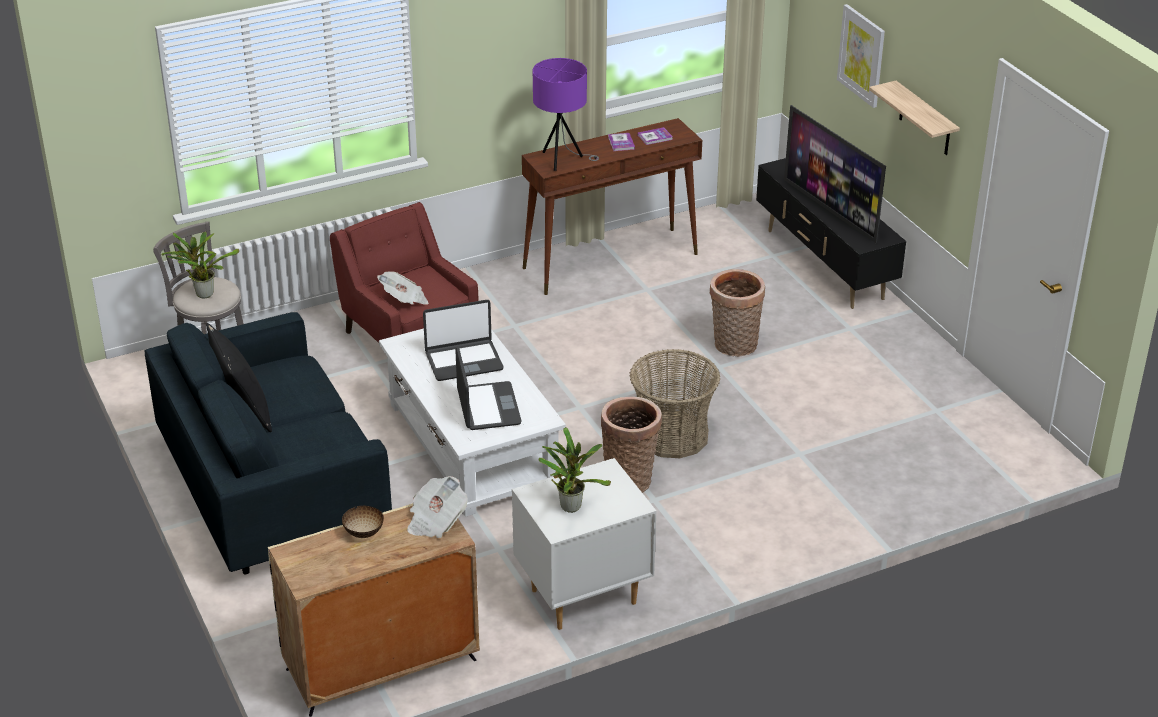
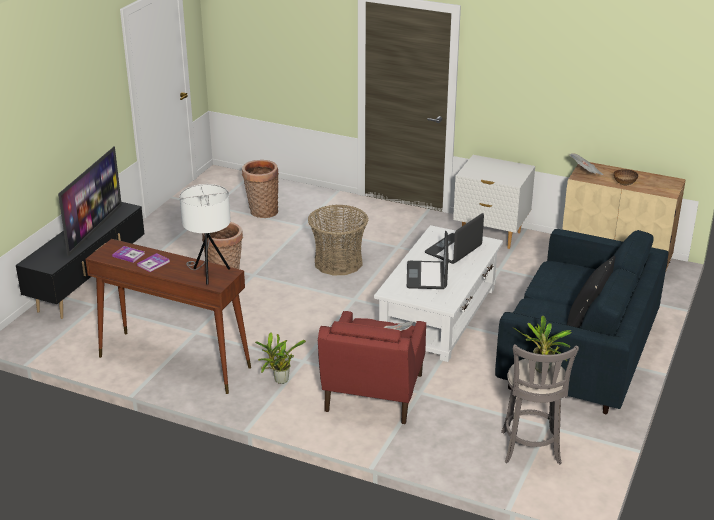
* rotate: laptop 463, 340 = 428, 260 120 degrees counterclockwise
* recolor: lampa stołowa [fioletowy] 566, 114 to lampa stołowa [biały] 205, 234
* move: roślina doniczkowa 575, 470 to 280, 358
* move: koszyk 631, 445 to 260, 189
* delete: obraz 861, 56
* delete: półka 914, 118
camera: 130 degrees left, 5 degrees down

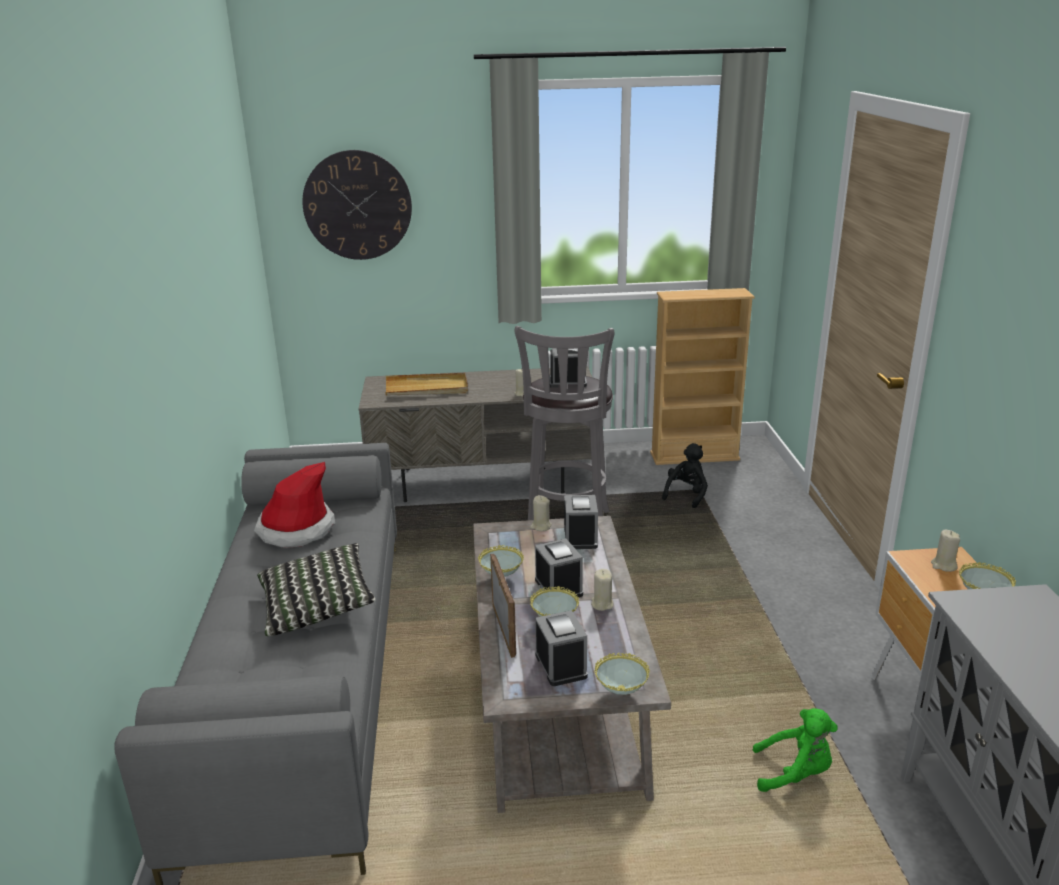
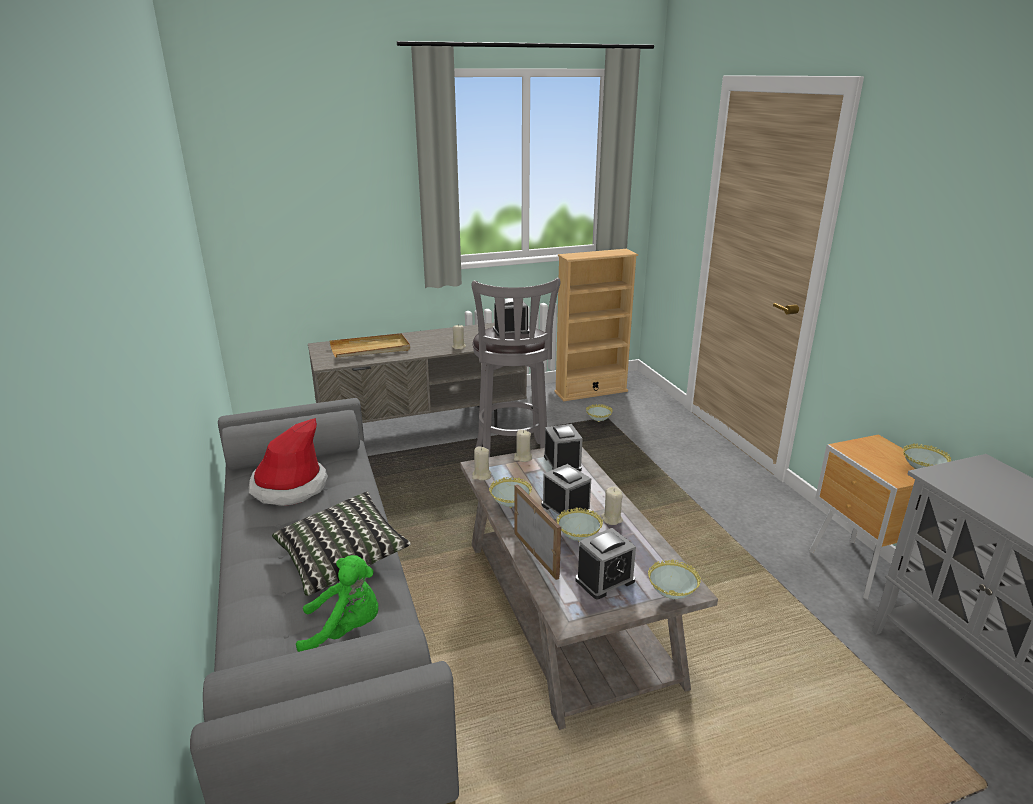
* delete: zegar ścienny 357, 205
* rotate: budzik 561, 648 = 605, 563 90 degrees clockwise
* replace: pluszak [czarny] 685, 475 to miska 599, 413
* move: pluszak [zielony] 795, 750 to 337, 603
* move: świeca [beżowy] 945, 550 to 481, 464
camera: 15 degrees left, 0 degrees up

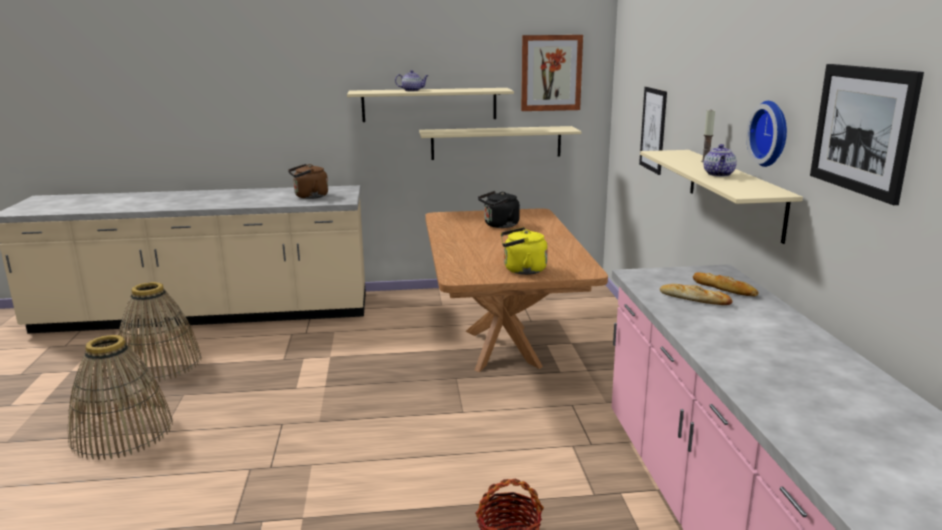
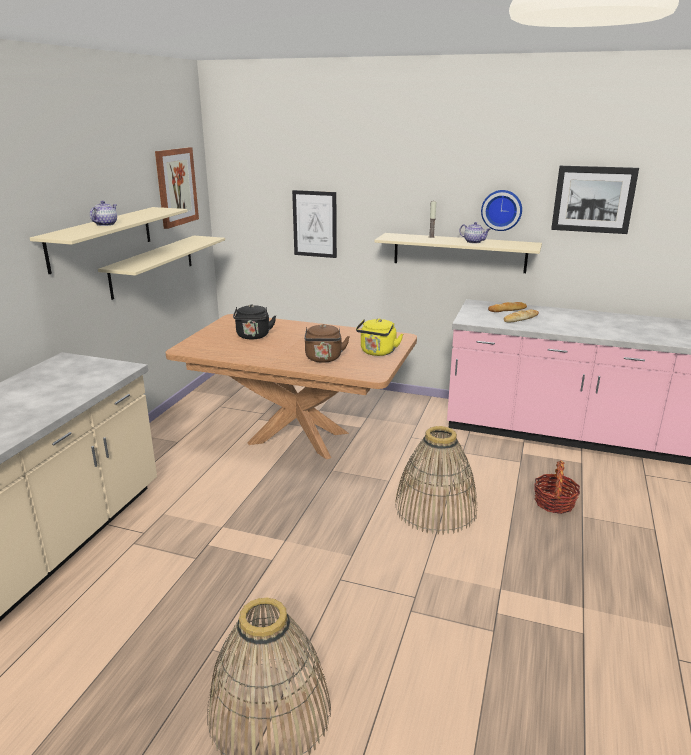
* move: koszyk 159, 332 to 436, 480
* move: czajnik [brązowy] 308, 181 to 327, 343
camera: 65 degrees left, 5 degrees up

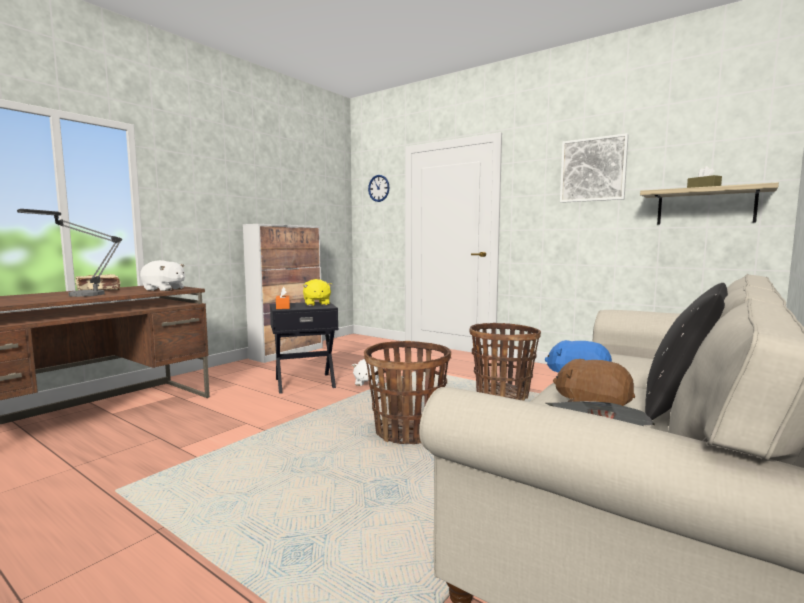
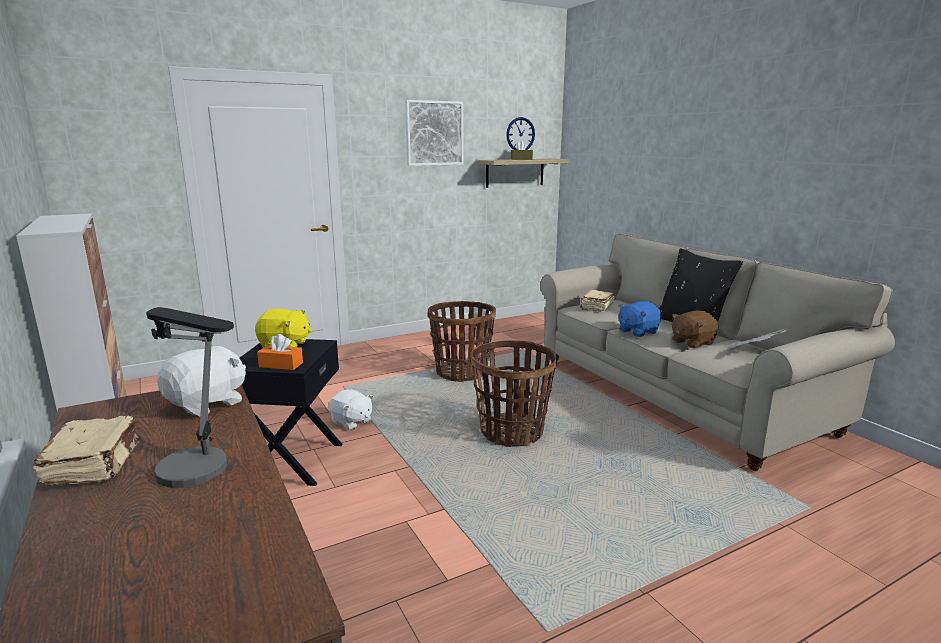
* move: zegar ścienny 379, 188 to 520, 133
* insert: książka [beżowy] 597, 301
camera: 65 degrees left, 10 degrees up

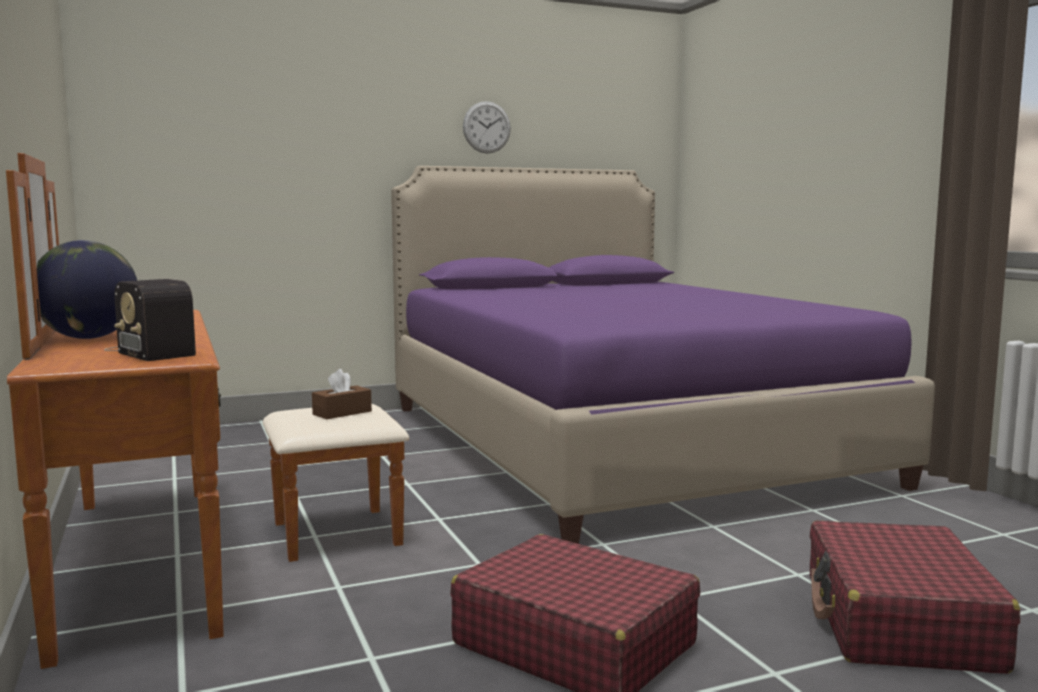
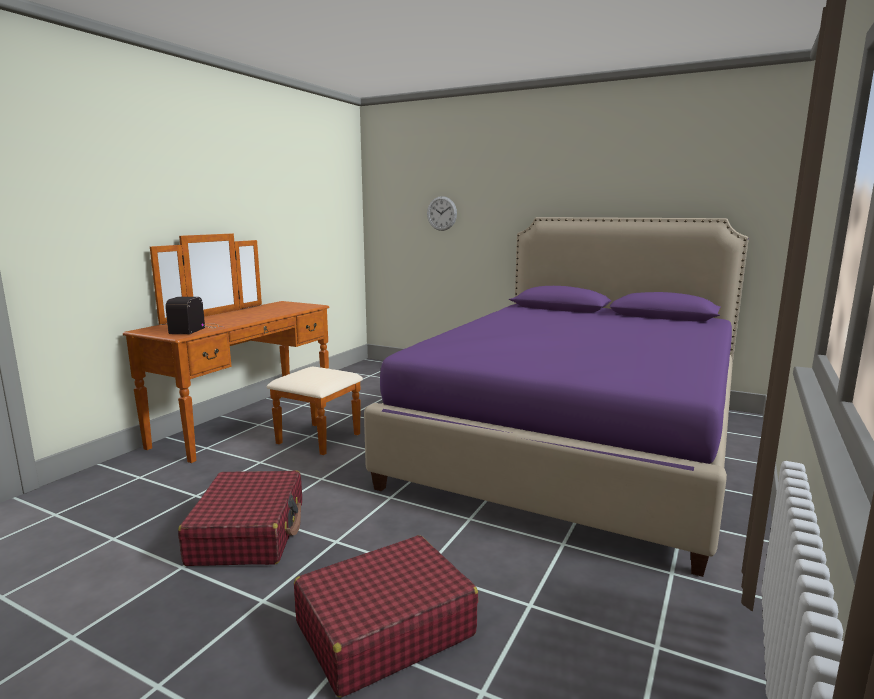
* delete: globus 87, 289
* delete: pudełko chusteczek [brązowy] 342, 394
* move: zegar ścienny 487, 127 to 442, 213
camera: 50 degrees right, 5 degrees up

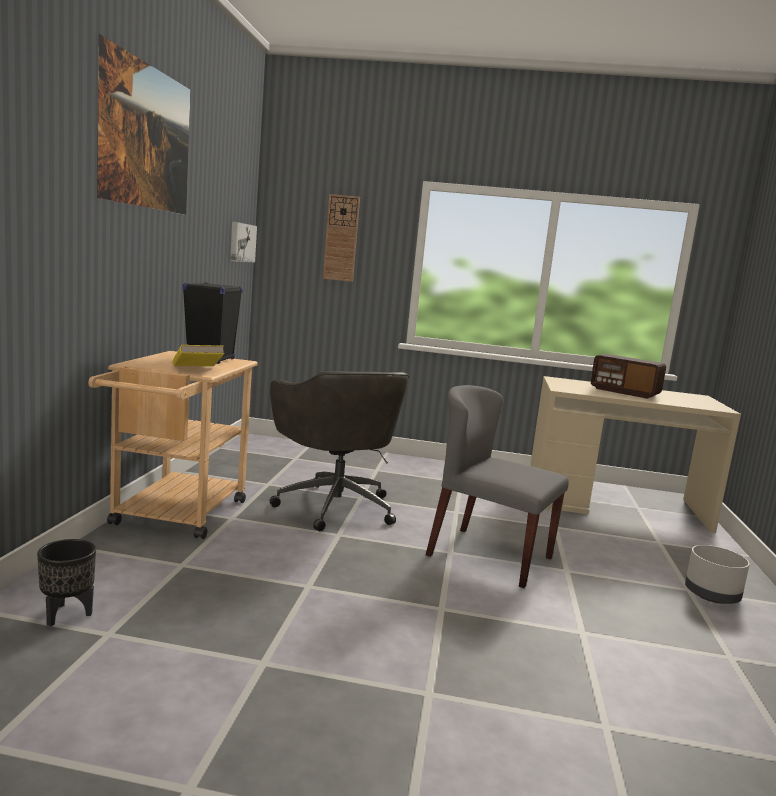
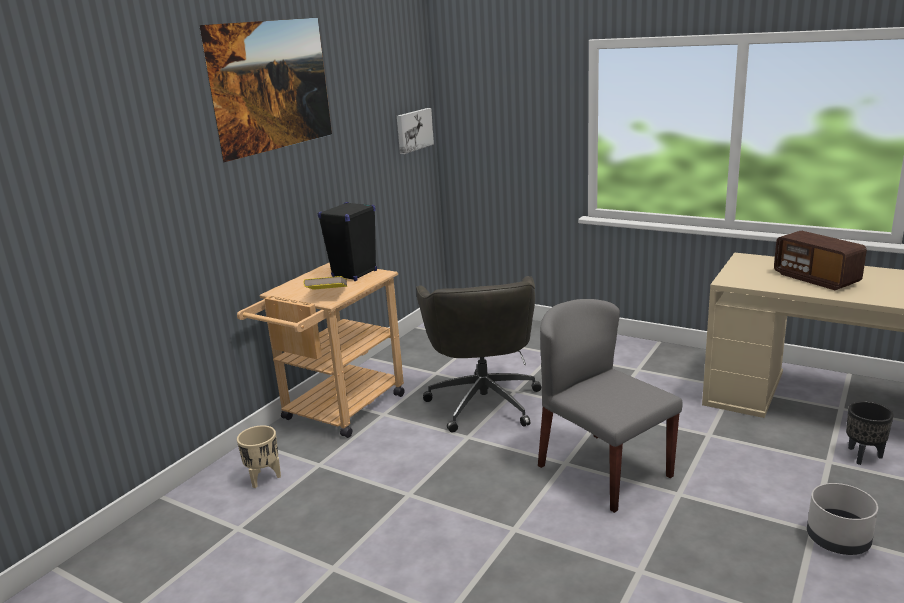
* move: donica [czarny] 66, 582 to 870, 433
* delete: zegar ścienny 341, 238
* insert: donica [beżowy] 259, 456
camera: 25 degrees right, 10 degrees up

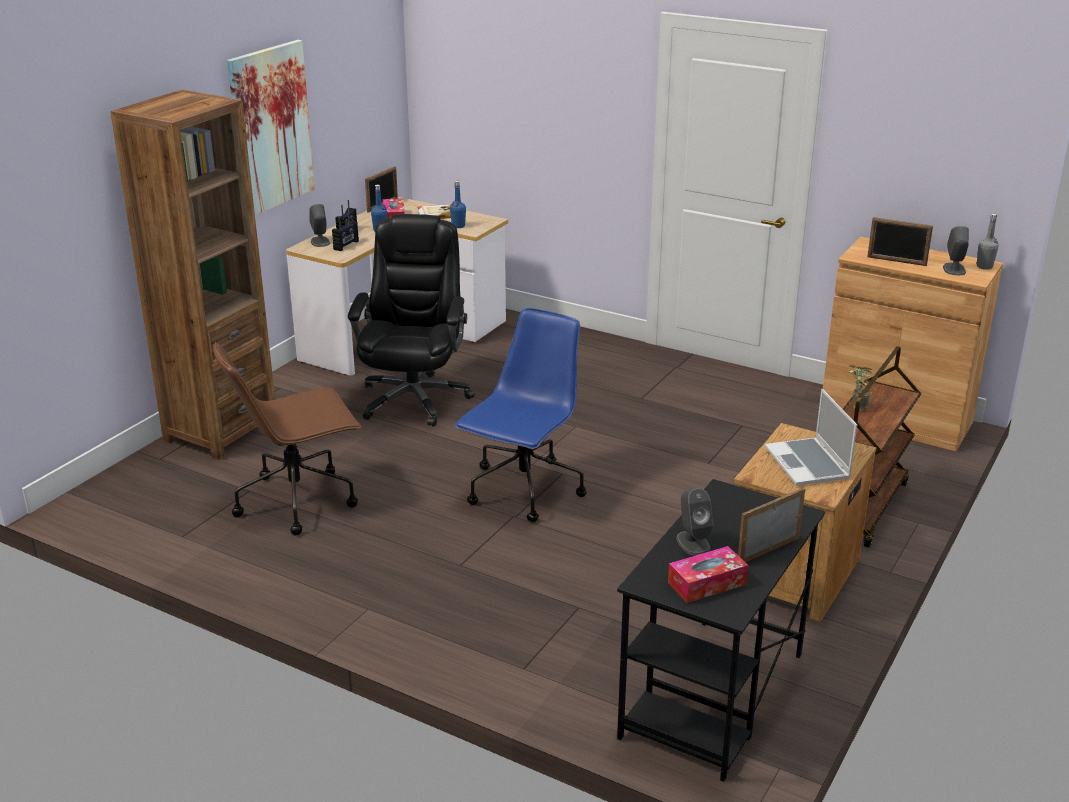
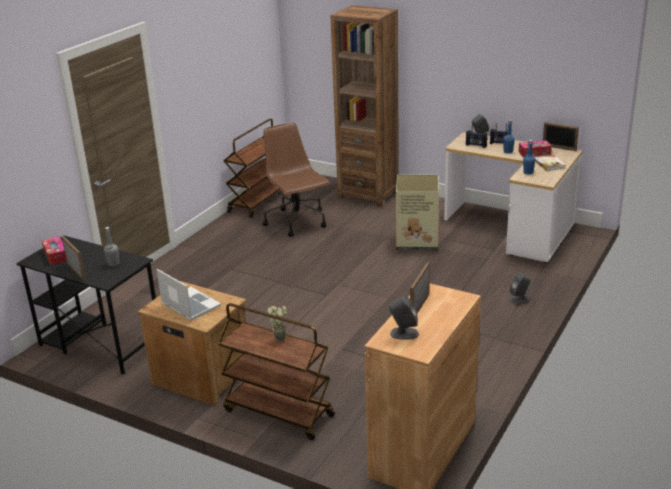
* delete: obraz 271, 127
* replace: krzesło biurowe [czarny] 411, 320 to karton 417, 213
* delete: krzesło biurowe [niebieski] 521, 415
* move: głośnik [szary] 694, 522 to 520, 288
* rotate: laptop 811, 437 = 189, 295 60 degrees clockwise
* move: butelka [szary] 987, 242 to 111, 246
* insert: wózek [brązowy] 252, 168
camera: 90 degrees right, 0 degrees up

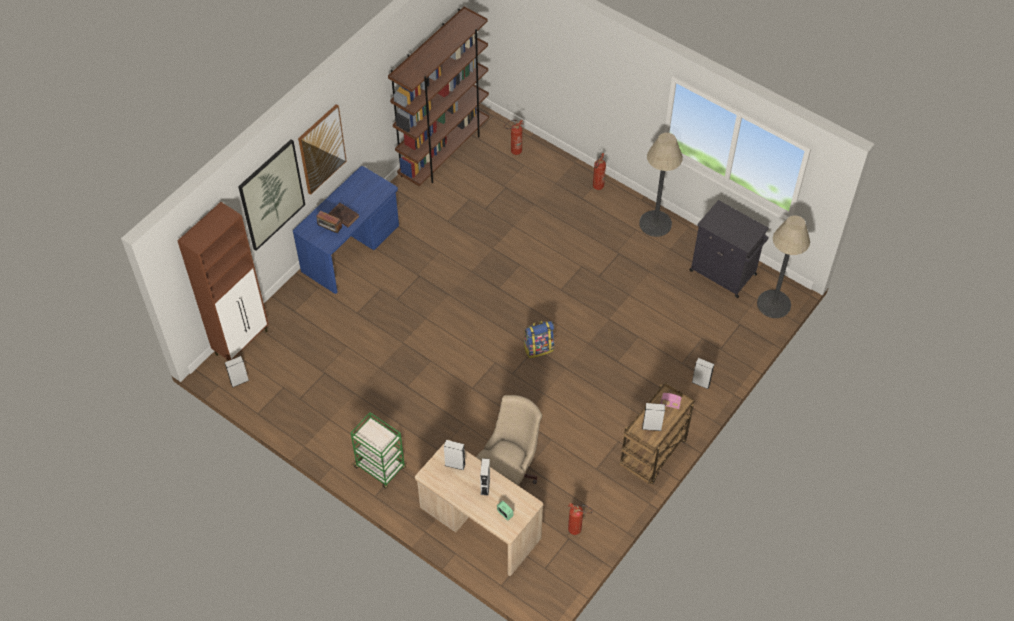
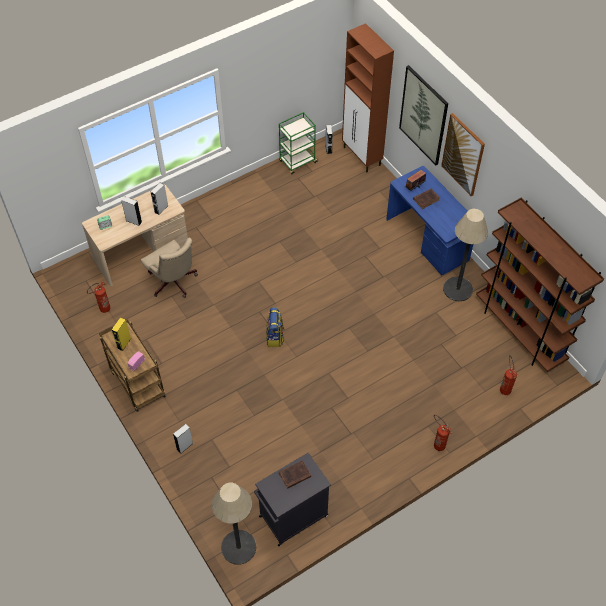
* move: wózek [zielony] 378, 450 to 298, 143
* move: lampa stojąca 661, 185 to 465, 255
* recolor: głośnik [szary] 653, 417 to głośnik [żółty] 121, 334
* insert: książka [brązowy] 295, 474
camera: 110 degrees right, 0 degrees up

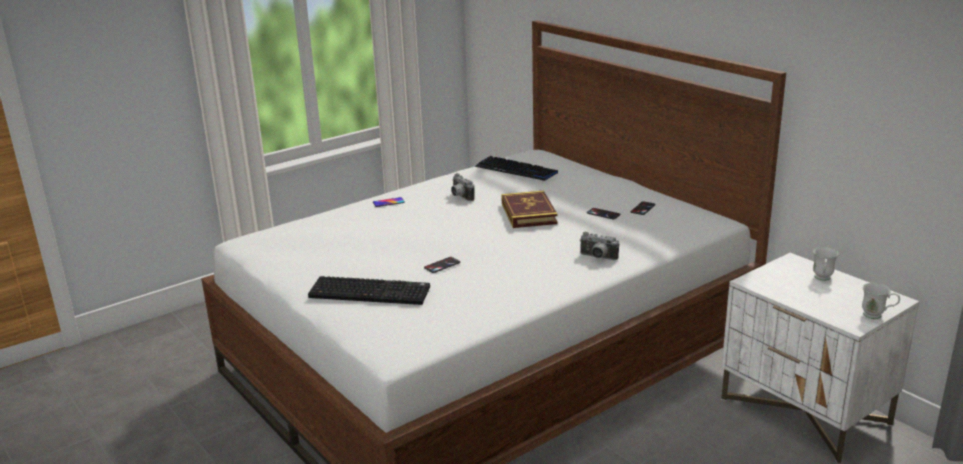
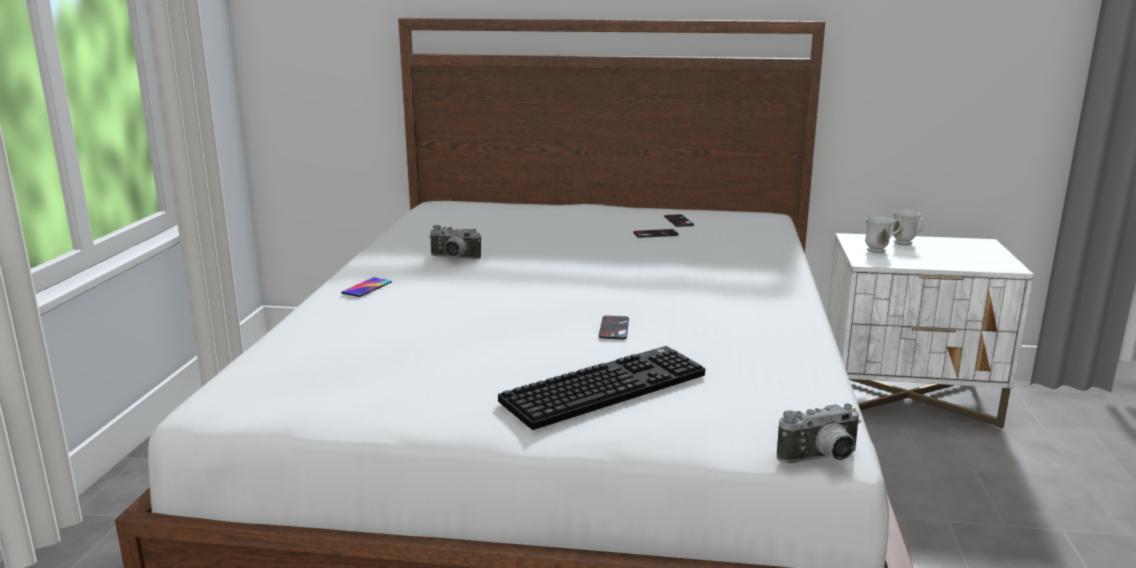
* delete: klawiatura 516, 168
* delete: książka 529, 209
* move: aparat fotograficzny 599, 246 to 819, 433
* move: kubek [biały] 881, 301 to 883, 234
camera: 45 degrees left, 5 degrees down

